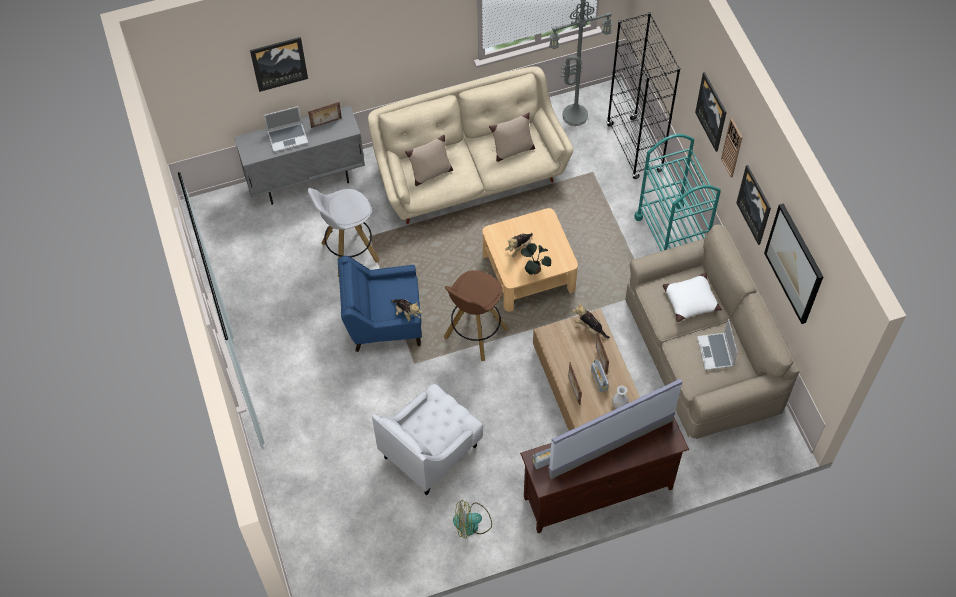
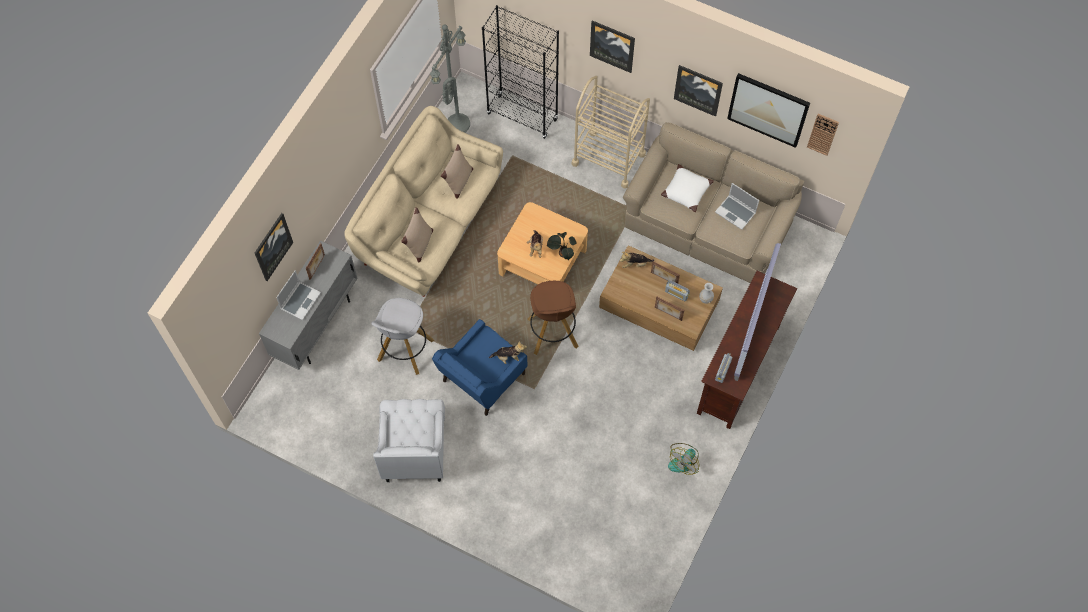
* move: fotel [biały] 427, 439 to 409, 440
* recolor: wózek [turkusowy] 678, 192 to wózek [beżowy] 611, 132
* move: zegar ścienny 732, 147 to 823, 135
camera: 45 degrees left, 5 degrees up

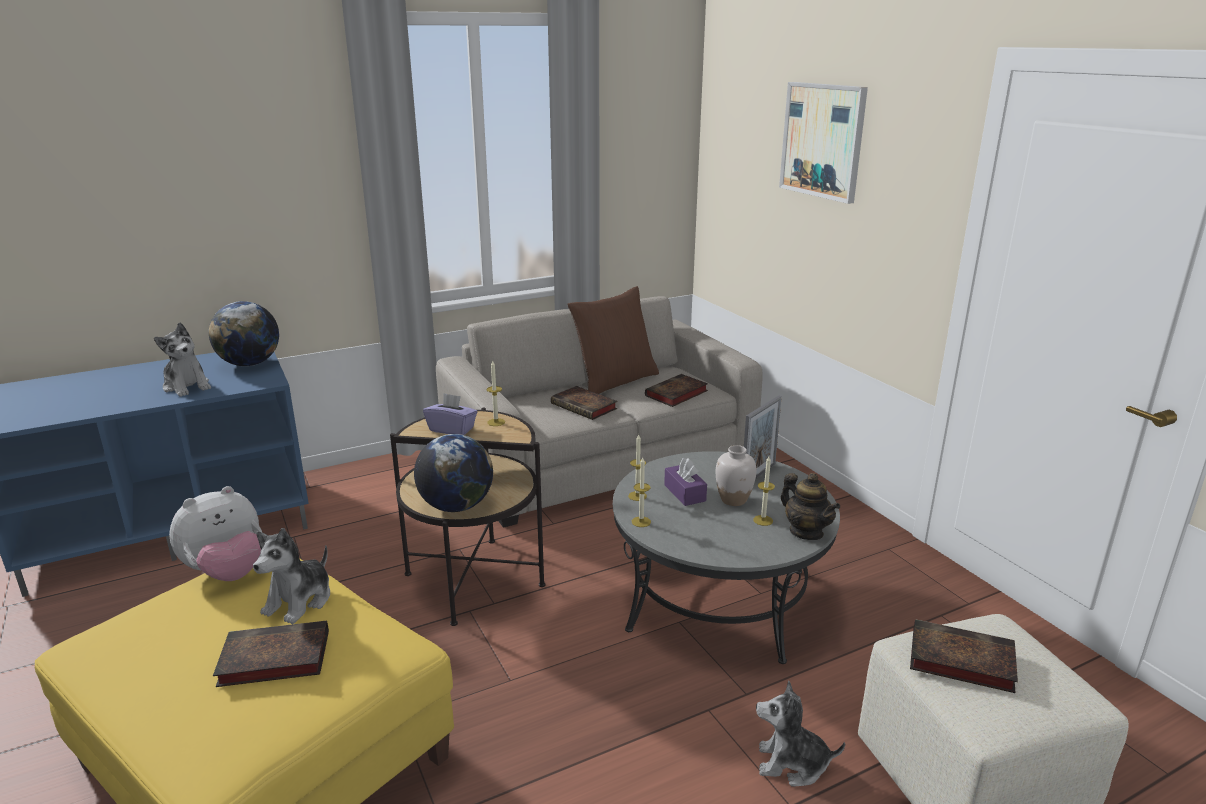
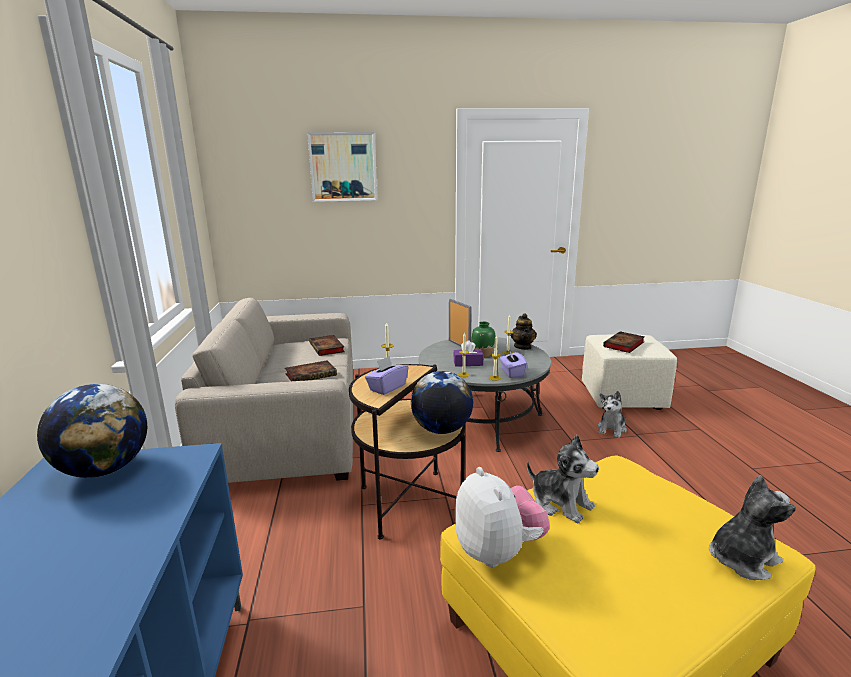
* move: pluszak 182, 360 to 752, 527
* delete: książka 271, 654
* delete: poduszka [brązowy] 613, 340
* recolor: wazon [biały] 736, 475 to wazon [zielony] 483, 339
* rotate: imbryk 810, 506 = 523, 331 105 degrees clockwise
* insert: pudełko chusteczek [fioletowy] 513, 364
camera: 70 degrees left, 5 degrees down

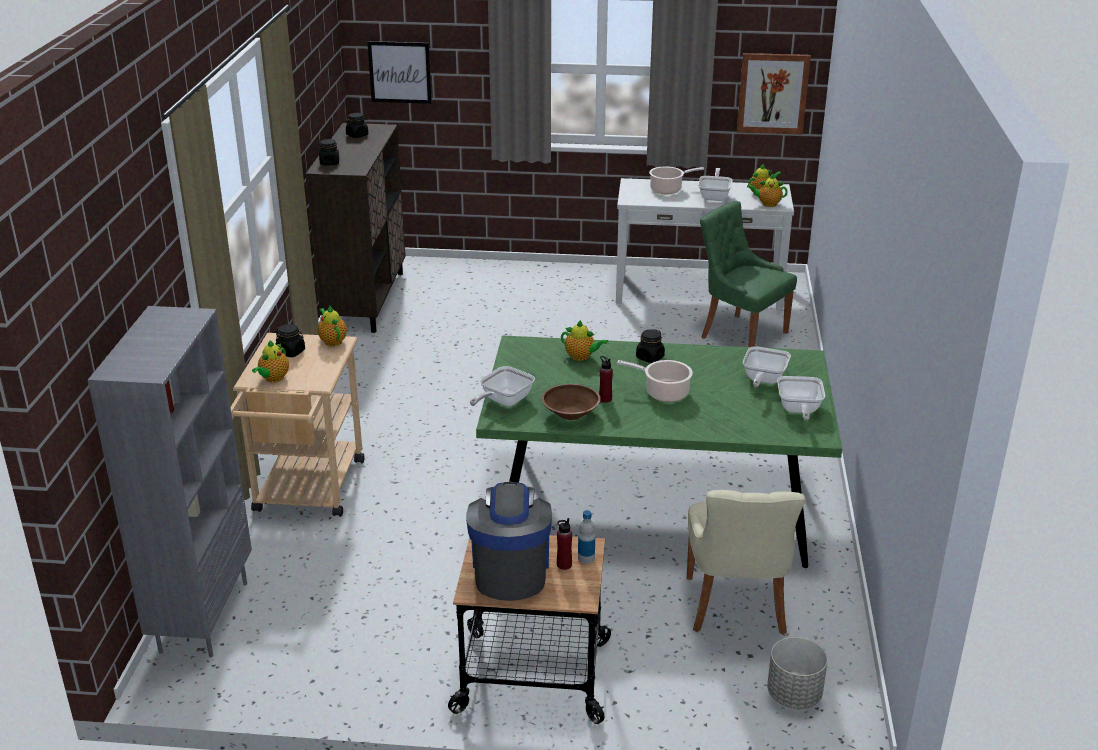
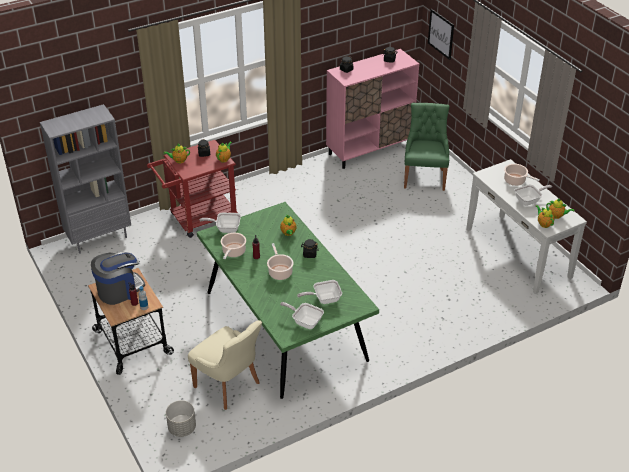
* recolor: wózek [beżowy] 298, 425 to wózek [czerwony] 192, 189
* recolor: szafka [brązowy] 356, 228 to szafka [różowy] 372, 109
* replace: miska [brązowy] 571, 402 to garnek 233, 246
* rotate: krzesło [beżowy] 746, 562 = 225, 365 105 degrees counterclockwise
* move: krzesło [zielony] 748, 274 to 427, 147
* delete: obraz 774, 94
* rotate: patelnia 801, 398 = 302, 315 60 degrees clockwise
camera: 55 degrees right, 10 degrees up

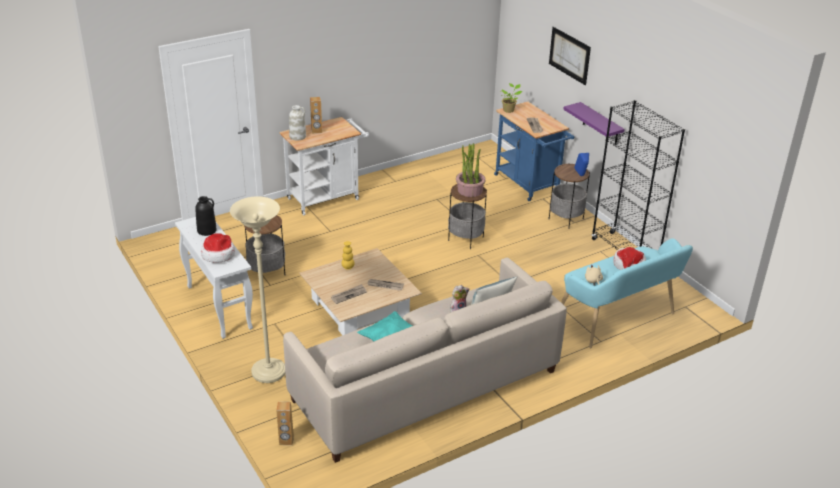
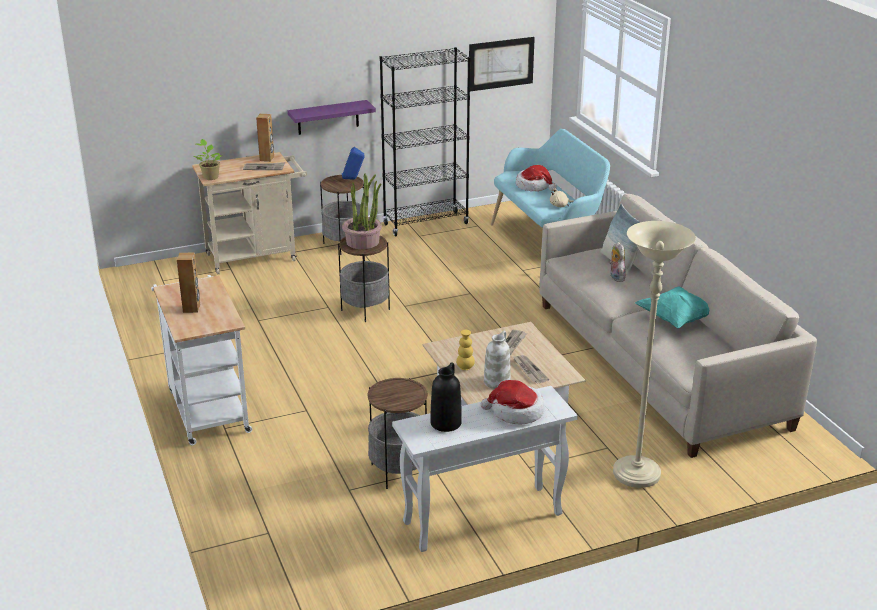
* move: głośnik [brązowy] 285, 423 to 265, 138
* move: wazon [biały] 297, 123 to 497, 360
* recolor: wózek [niebieski] 534, 151 to wózek [beżowy] 249, 213
* move: obraz 570, 56 to 502, 64
camera: 80 degrees left, 5 degrees down

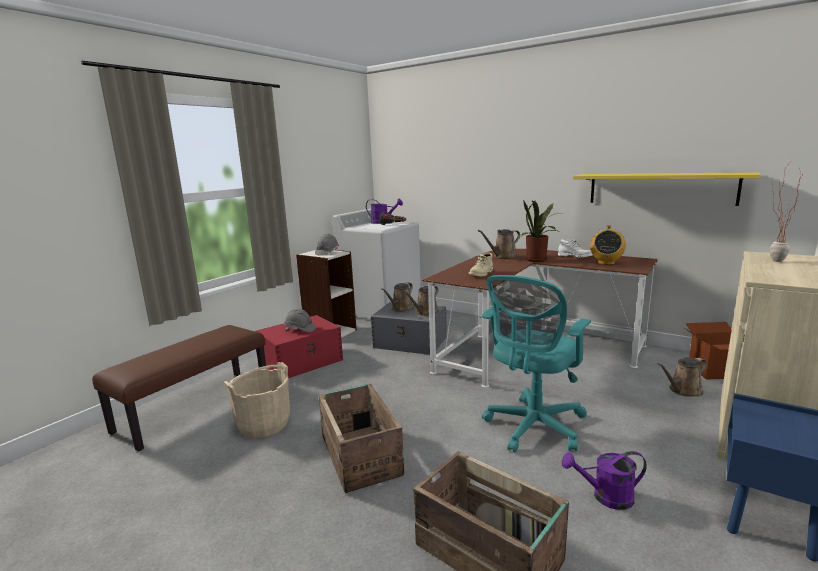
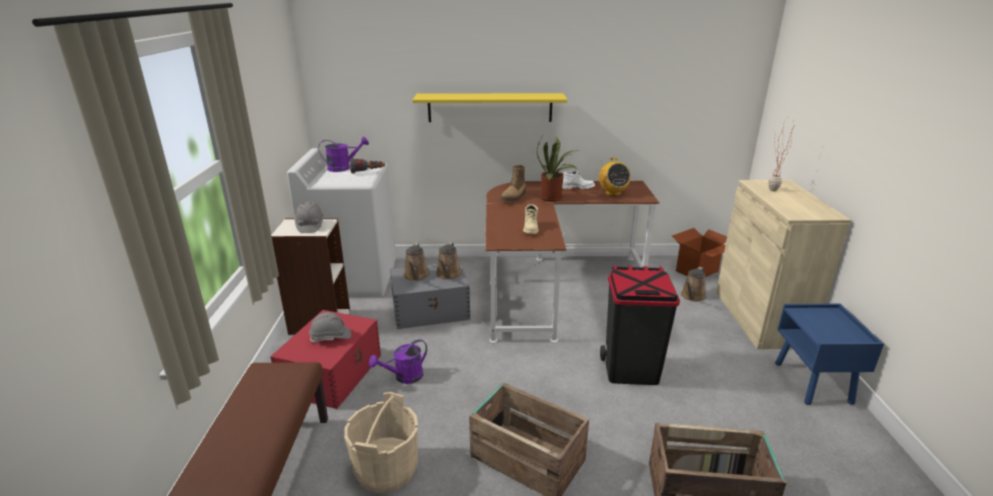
* replace: konewka [brązowy] 499, 243 to but z cholewką 513, 183
* replace: krzesło biurowe [turkusowy] 536, 363 to kosz na śmieci [czarny] 640, 325
* move: konewka [fioletowy] 604, 480 to 398, 361
* move: półka [żółty] 667, 189 to 490, 107
camera: 35 degrees left, 10 degrees up

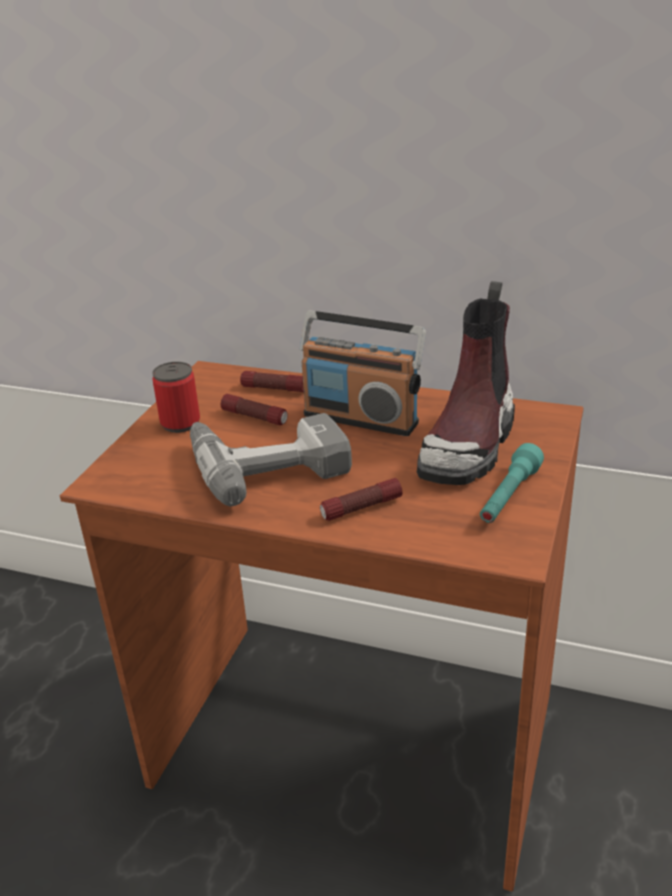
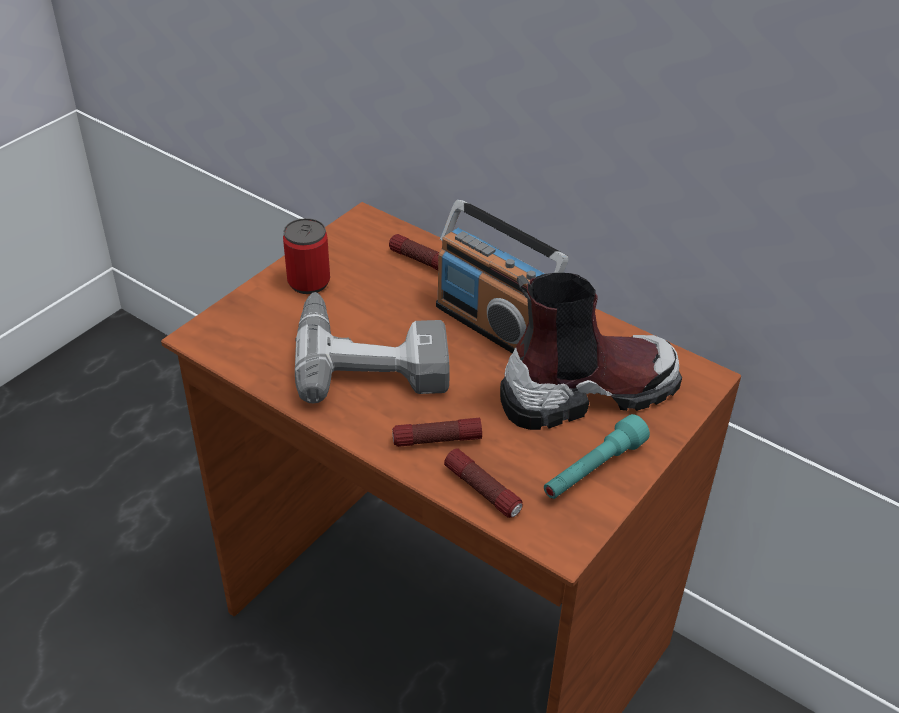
* move: latarka 254, 409 to 483, 483
* rotate: but z cholewką 466, 383 = 591, 351 150 degrees counterclockwise
camera: 15 degrees right, 10 degrees up

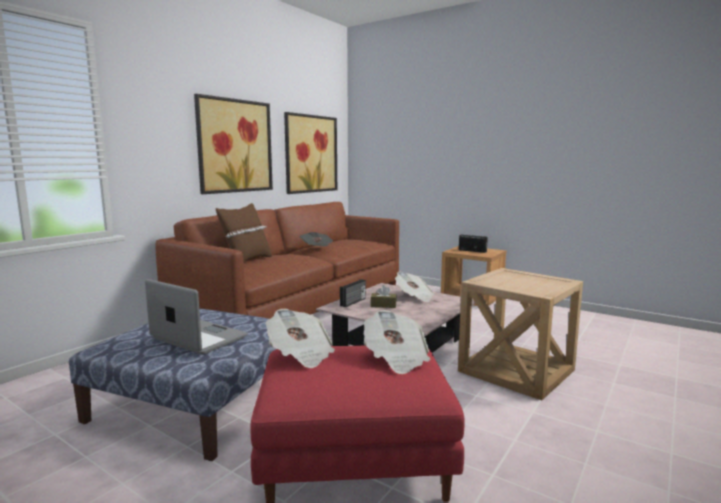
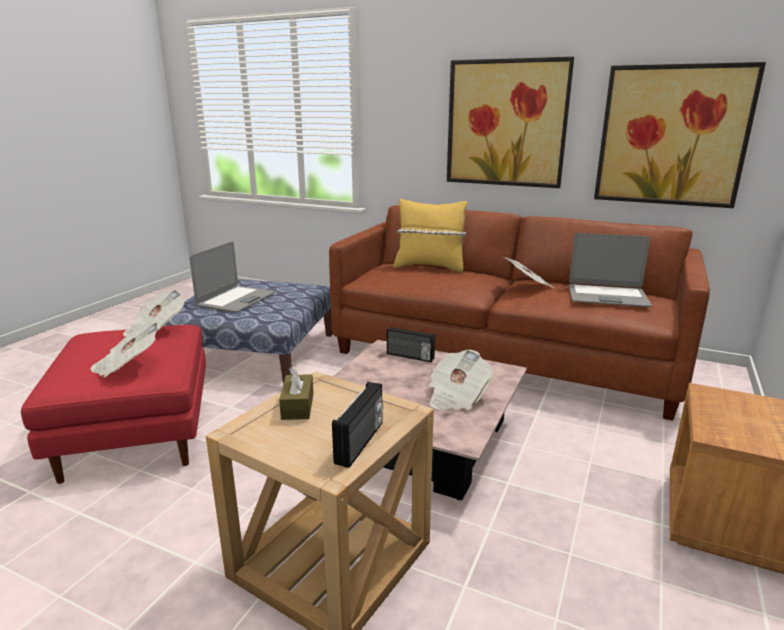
* recolor: poduszka [brązowy] 244, 232 to poduszka [żółty] 430, 235
* move: pudełko chusteczek [brązowy] 384, 296 to 296, 393
* move: radio 473, 244 to 358, 425
* insert: laptop 610, 270
camera: 80 degrees right, 10 degrees up

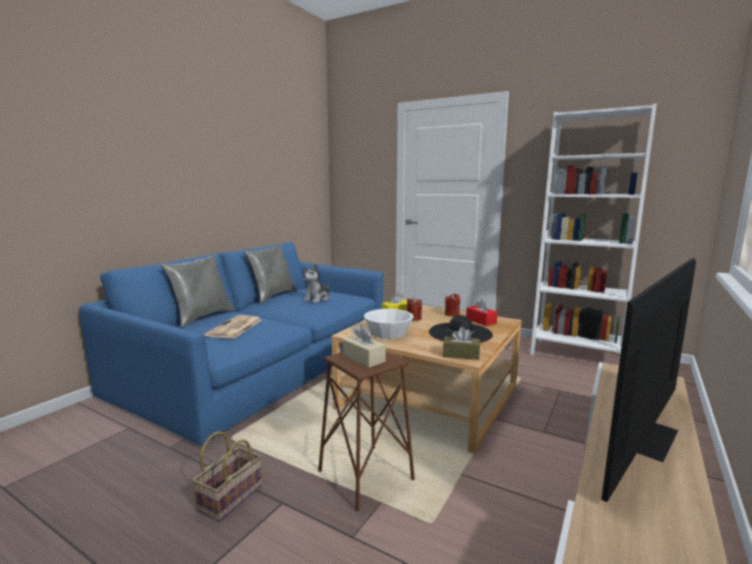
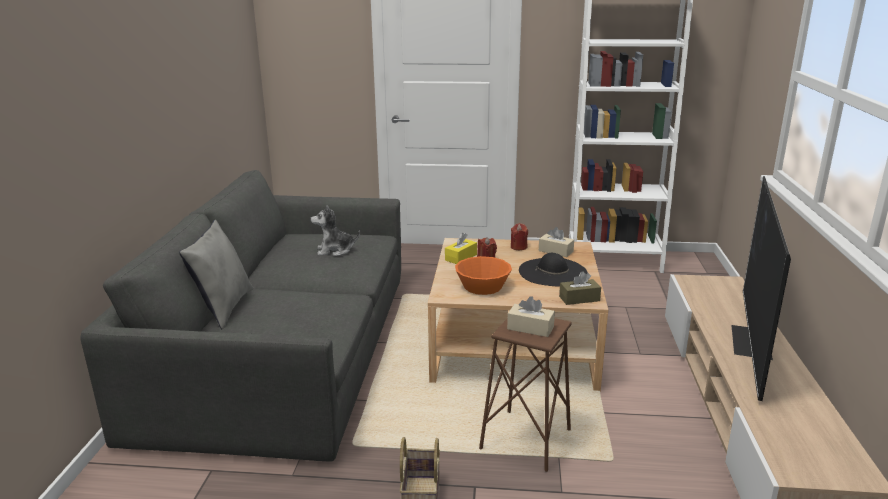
* recolor: kanapa [niebieski] 231, 343 to kanapa [szary] 240, 316
* delete: gazeta 233, 327
* delete: poduszka [szary] 270, 273
* rotate: pluszak 316, 283 = 335, 230 75 degrees clockwise
* recolor: miska [biały] 389, 324 to miska [pomarańczowy] 483, 275
* recolor: pudełko chusteczek [czerwony] 481, 312 to pudełko chusteczek [beżowy] 556, 242
camera: 25 degrees left, 10 degrees up

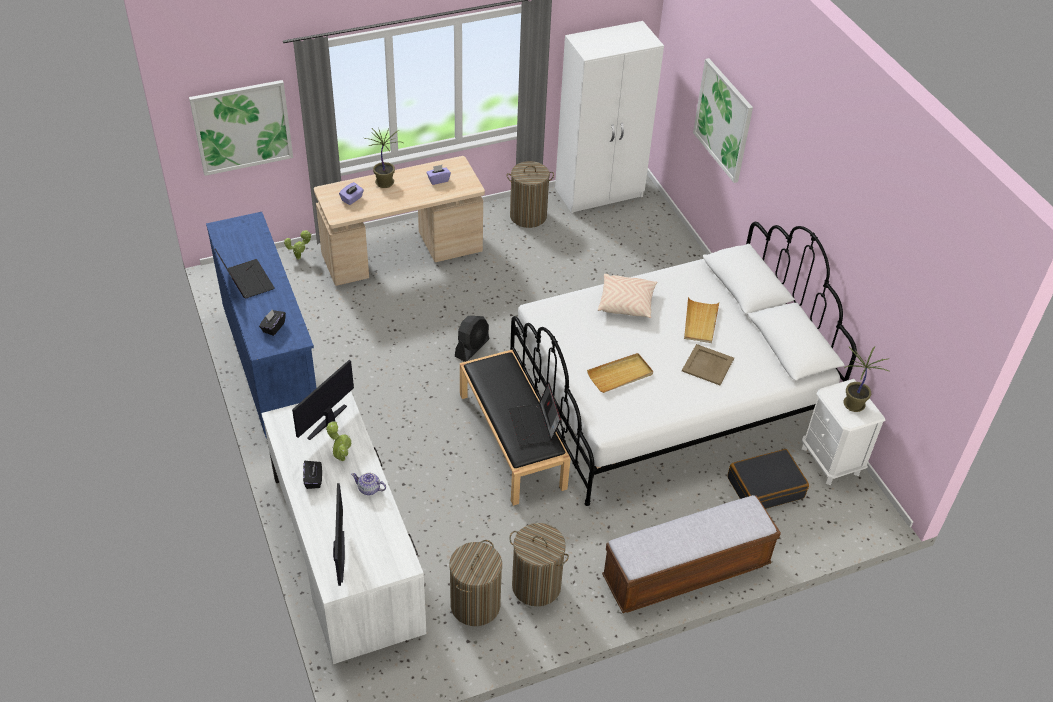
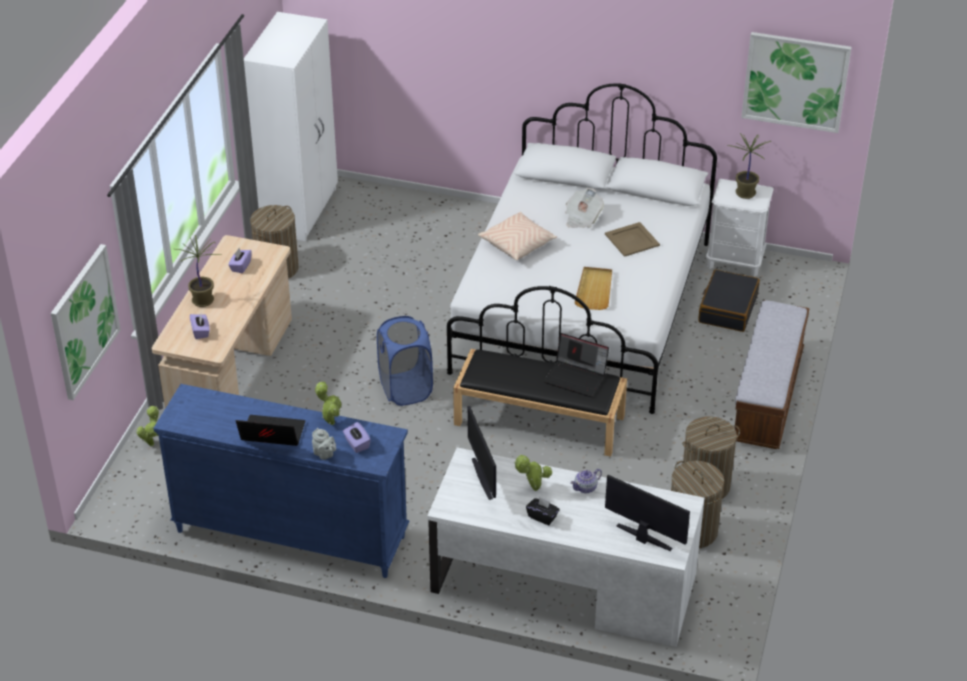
* recolor: pudełko chusteczek [czarny] 272, 323 to pudełko chusteczek [fioletowy] 357, 437
* replace: wentylator [czarny] 472, 339 to kosz na pranie [niebieski] 405, 361
* replace: taca [beżowy] 701, 320 to gazeta 584, 208
* move: obraz 723, 120 to 796, 82
* insert: imbryk [szary] 324, 444
* insert: roślina doniczkowa 328, 403
camera: 50 degrees left, 5 degrees down

